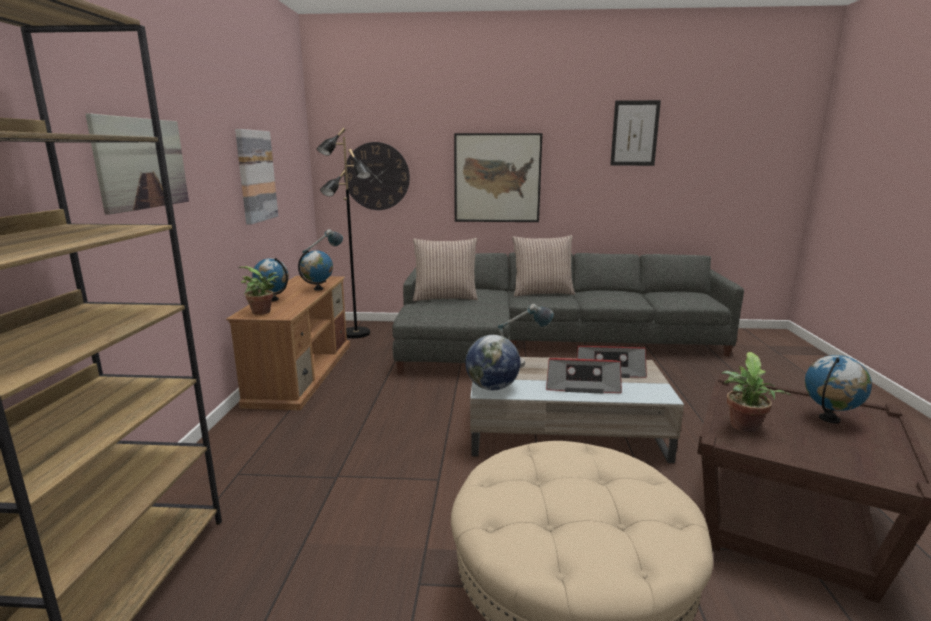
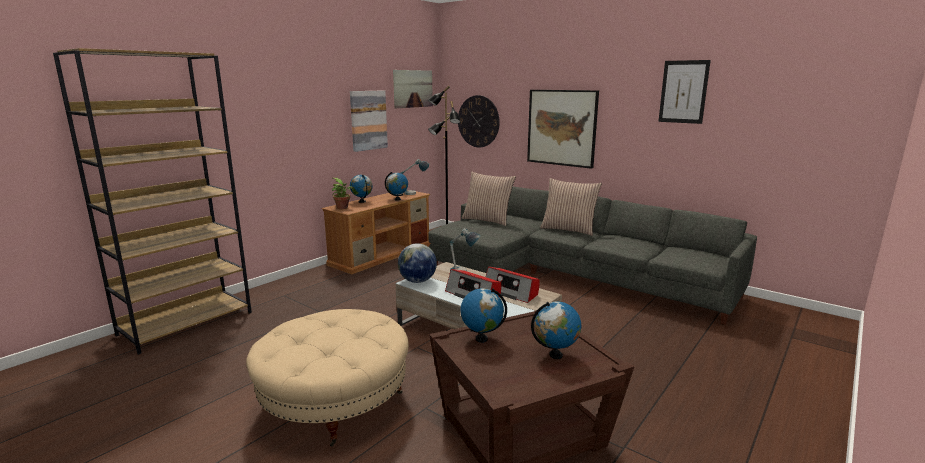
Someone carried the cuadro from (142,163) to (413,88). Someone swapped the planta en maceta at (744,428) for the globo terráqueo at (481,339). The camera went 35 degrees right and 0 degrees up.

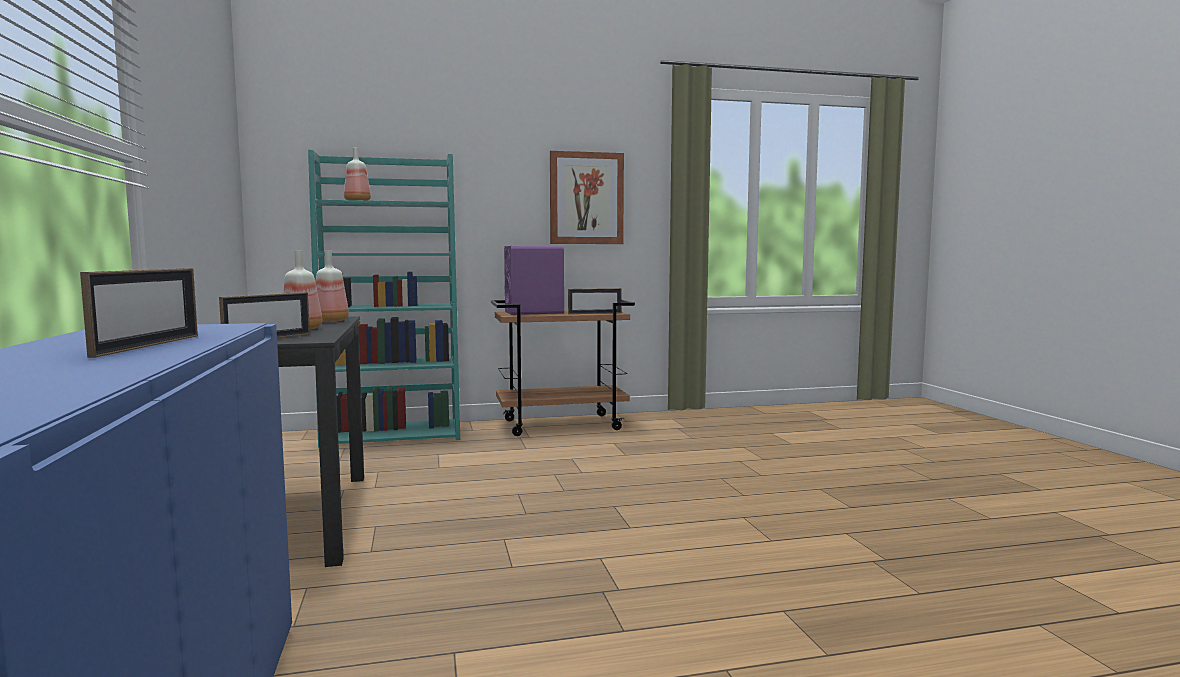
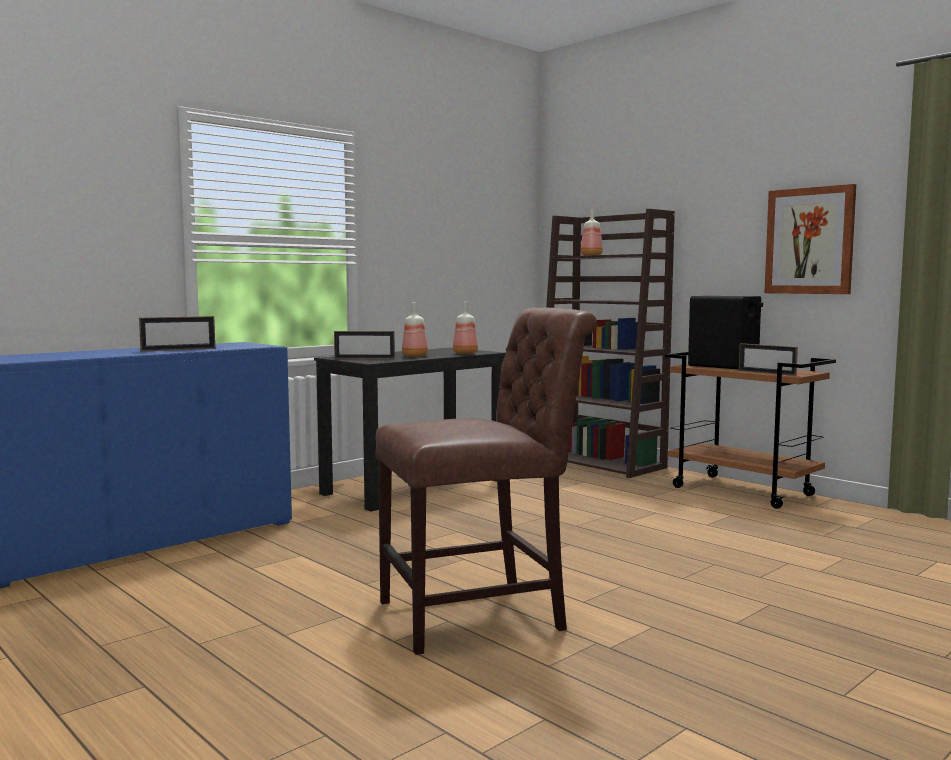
Someone repainted the estantería/turquesa at (393,434), which became the estantería/marrón at (601,463). Someone repainted the altavoz/morado at (534,312), which became the altavoz/negro at (723,366). Someone put down the silla/marrón at (481,614). The camera went 60 degrees right and 0 degrees up.

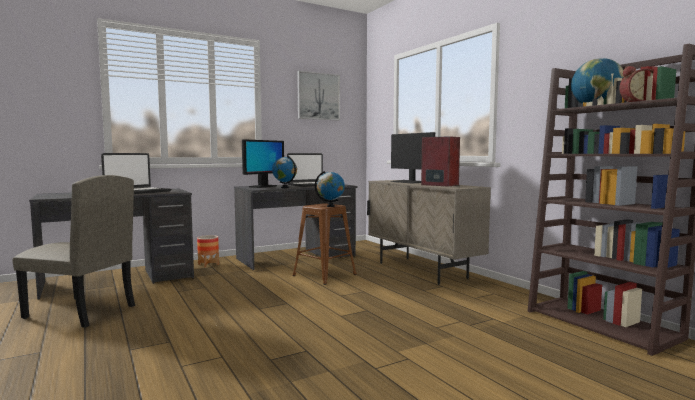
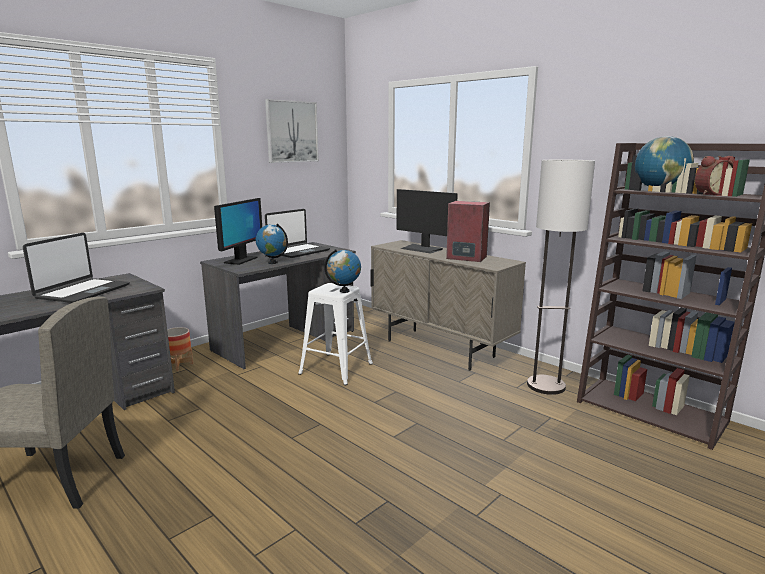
Someone repainted the taburete/marrón at (324,275), which became the taburete/blanco at (336,369). Someone put down the lámpara de pie at (545,386). The camera went 15 degrees left and 10 degrees up.

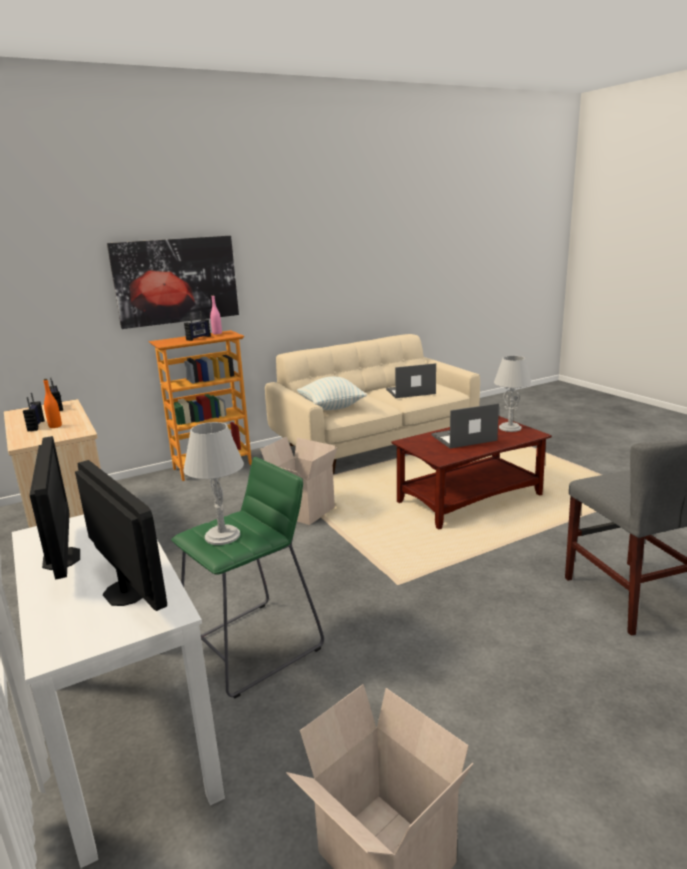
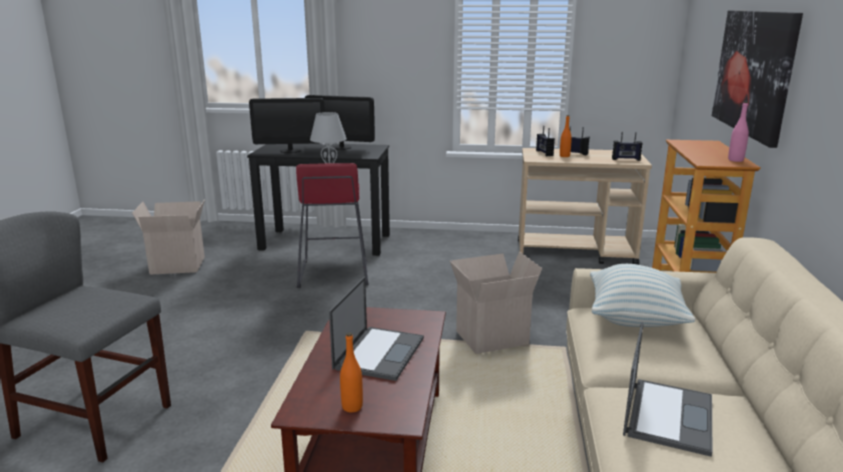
Someone repainted the escritorio/blanco at (127,732), which became the escritorio/negro at (326,242). Someone repainted the taburete/verde at (252,646), which became the taburete/rojo at (333,273). Someone carried the radio from (198,338) to (544,153). Someone swapped the lámpara de mesa/gris at (509,428) for the botella/naranja at (352,407). The camera went 125 degrees right and 0 degrees up.

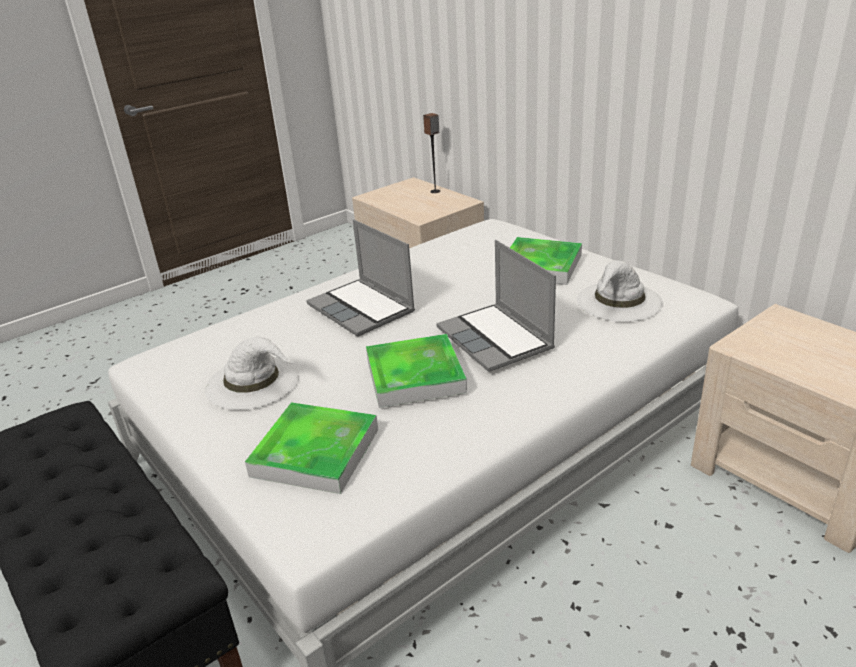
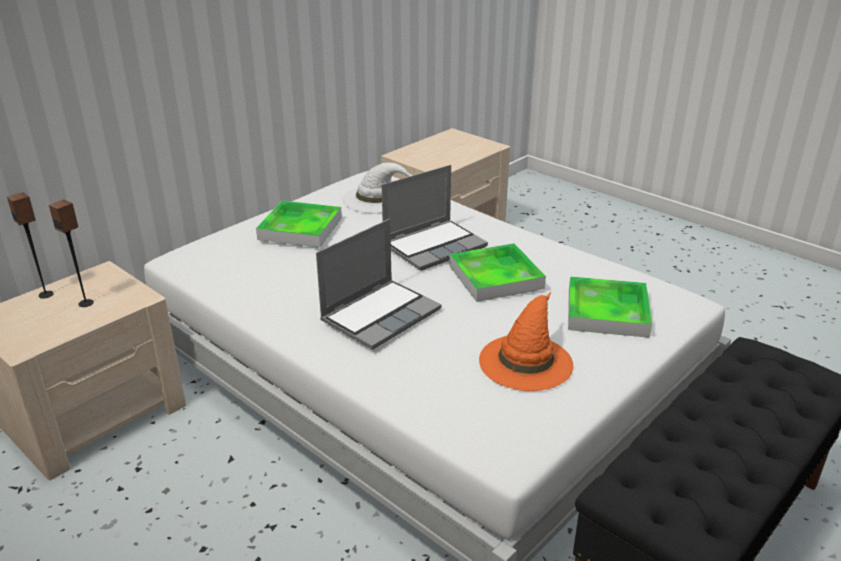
Someone repainted the sombrero/blanco at (254,382), which became the sombrero/naranja at (525,361). Someone put down the altavoz at (86,303). The camera went 100 degrees left and 0 degrees up.

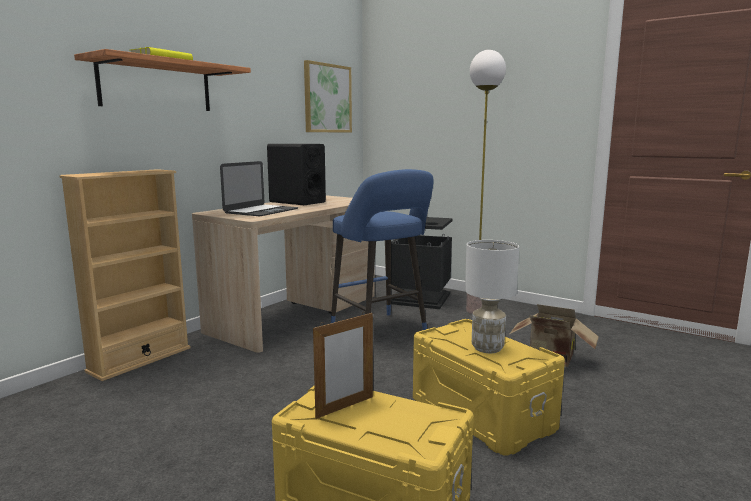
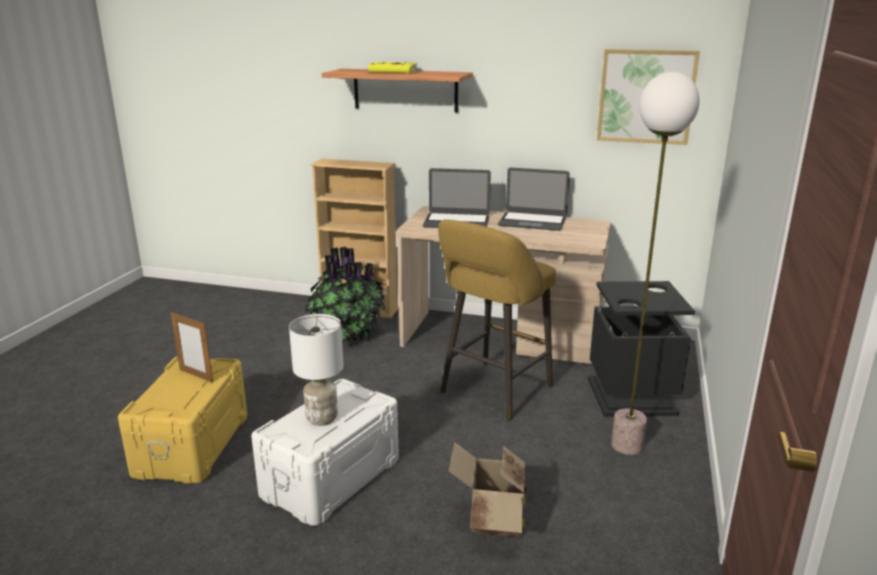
Someone swapped the altavoz/negro at (297,202) for the portátil at (532,221). Someone repainted the taburete/azul at (381,332), which became the taburete/amarillo at (493,392). Someone repainted the caja de almacenaje/amarillo at (482,413), which became the caja de almacenaje/blanco at (332,478). Someone put down the planta en maceta at (346,334). The camera went 70 degrees right and 10 degrees up.

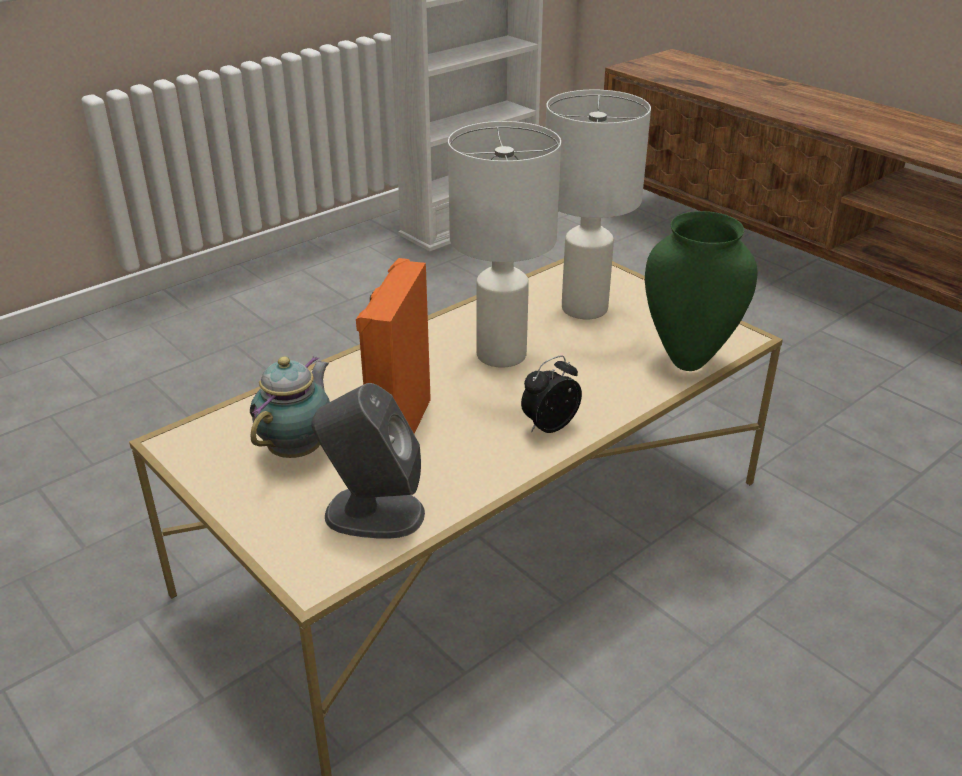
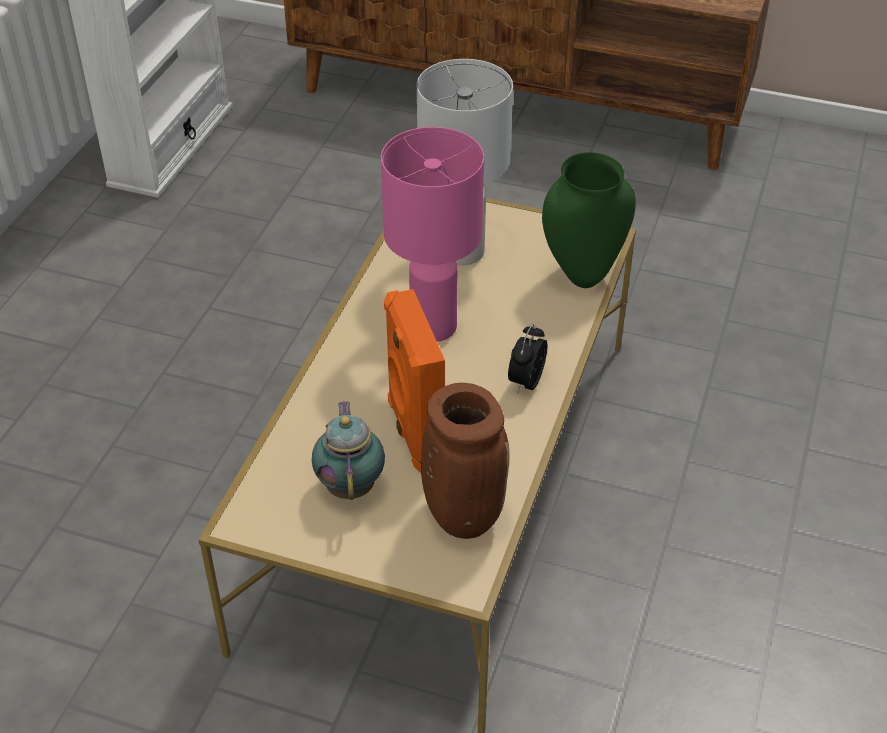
Someone swapped the altavoz/gris at (373,513) for the florero/marrón at (461,514). Someone repainted the lámpara de mesa/blanco at (500,355), which became the lámpara de mesa/rosa at (433,327). The camera went 30 degrees left and 10 degrees up.

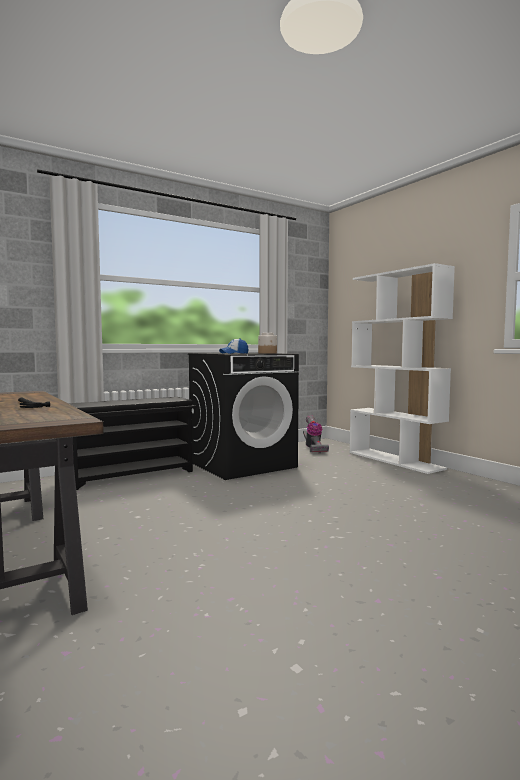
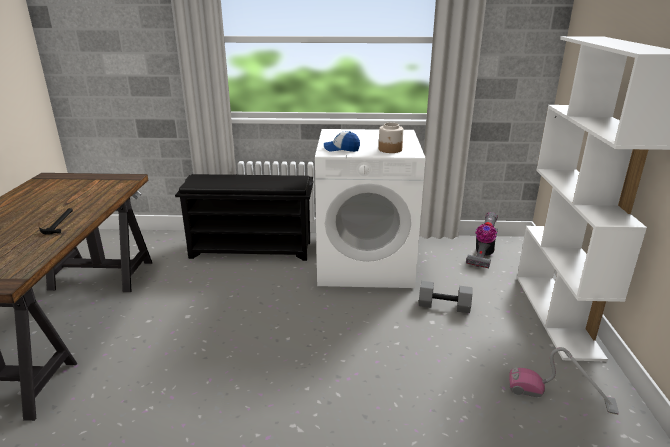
Someone repainted the lavadora/negro at (243,465), which became the lavadora/blanco at (366,264). Someone put down the mancuerna/gris at (444,305). Someone put down the aspiradora at (560,395). The camera went 35 degrees right and 20 degrees up.

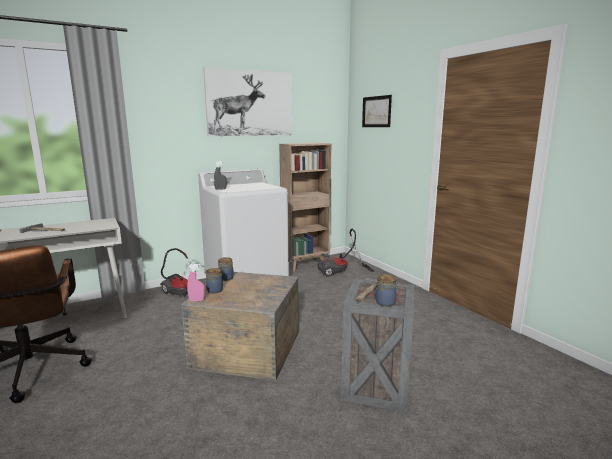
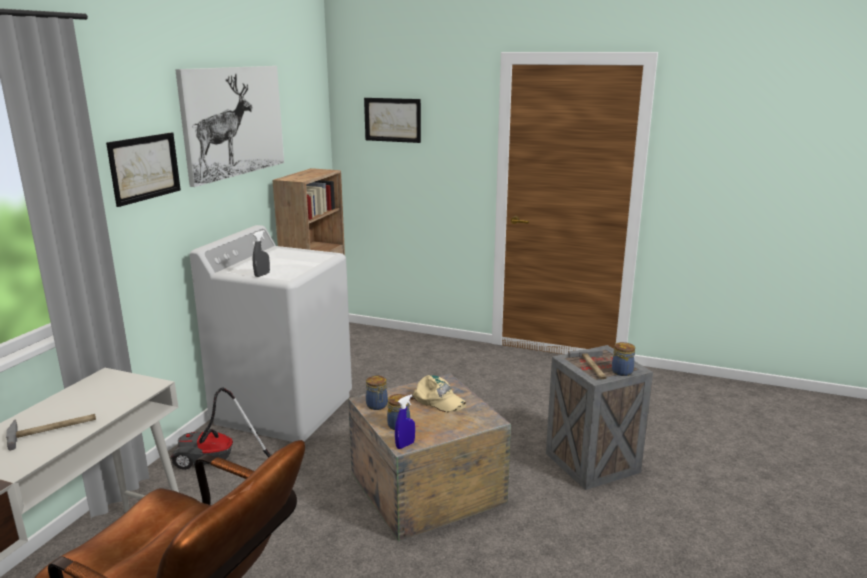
Someone repainted the pulverizador/rosa at (197,300), which became the pulverizador/azul at (405,445). Someone took away the aspiradora at (341,272). Someone put up the cuadro at (145,168). Someone put down the gorra/beis at (438,400). The camera went 40 degrees left and 5 degrees up.

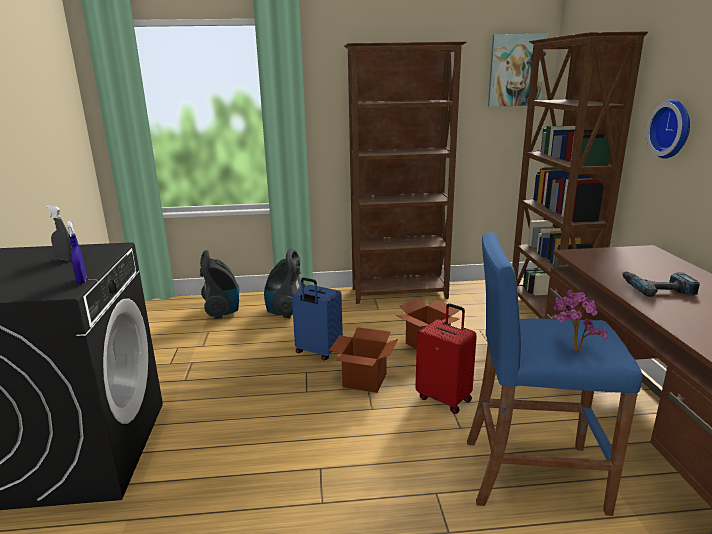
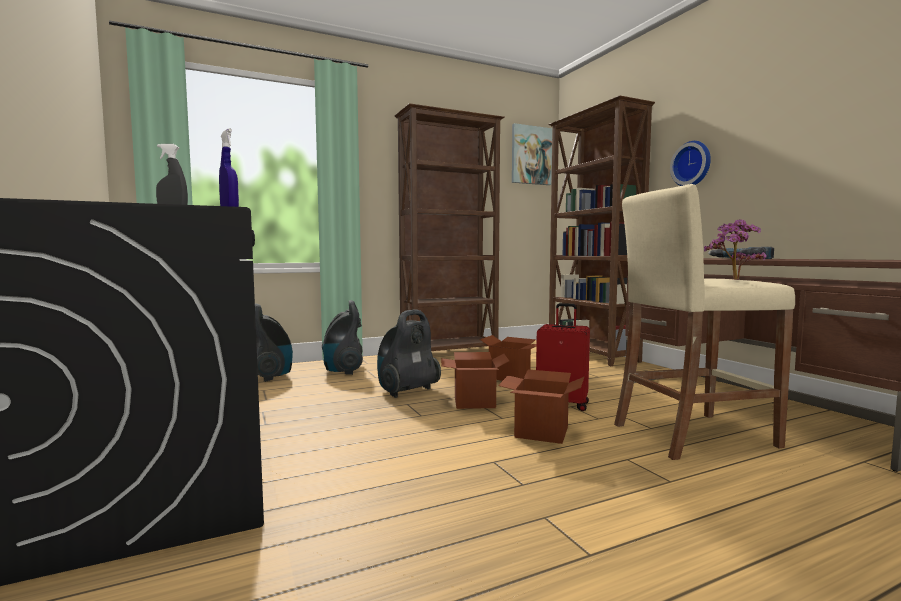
Someone swapped the maleta/azul at (318,352) for the aspiradora at (406,391). Someone repainted the taburete/azul at (532,474), which became the taburete/beis at (692,435). Someone put down the caja de cartón at (541,432). The camera went 20 degrees left and 15 degrees down.

